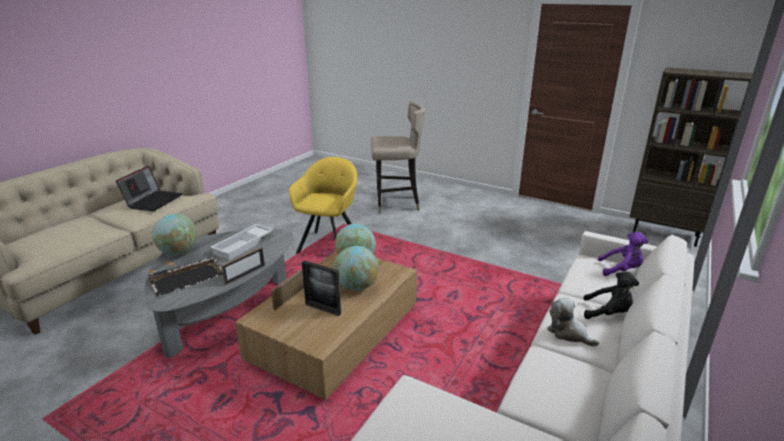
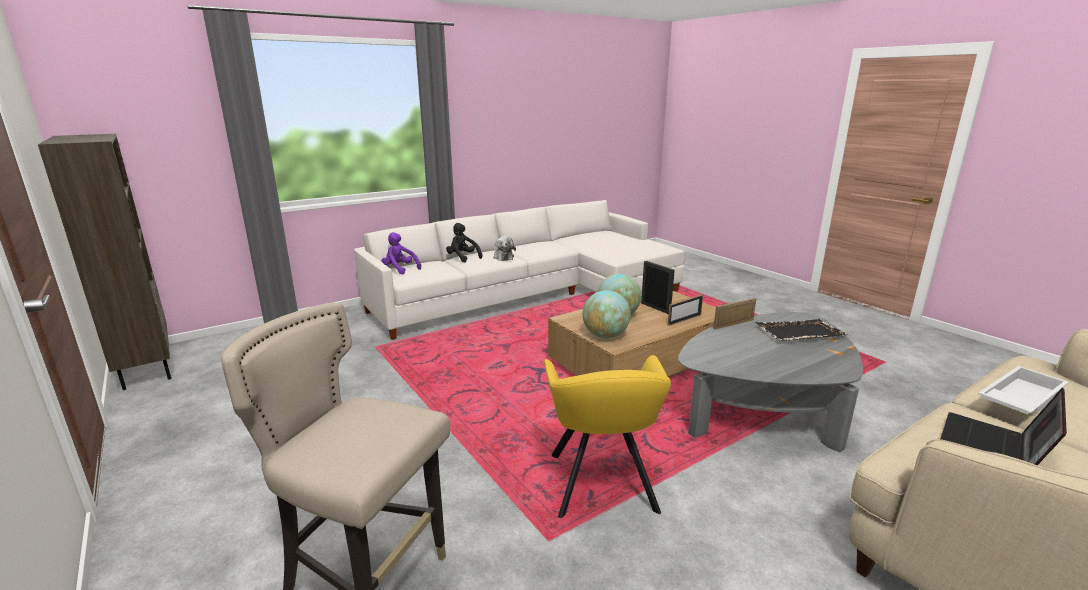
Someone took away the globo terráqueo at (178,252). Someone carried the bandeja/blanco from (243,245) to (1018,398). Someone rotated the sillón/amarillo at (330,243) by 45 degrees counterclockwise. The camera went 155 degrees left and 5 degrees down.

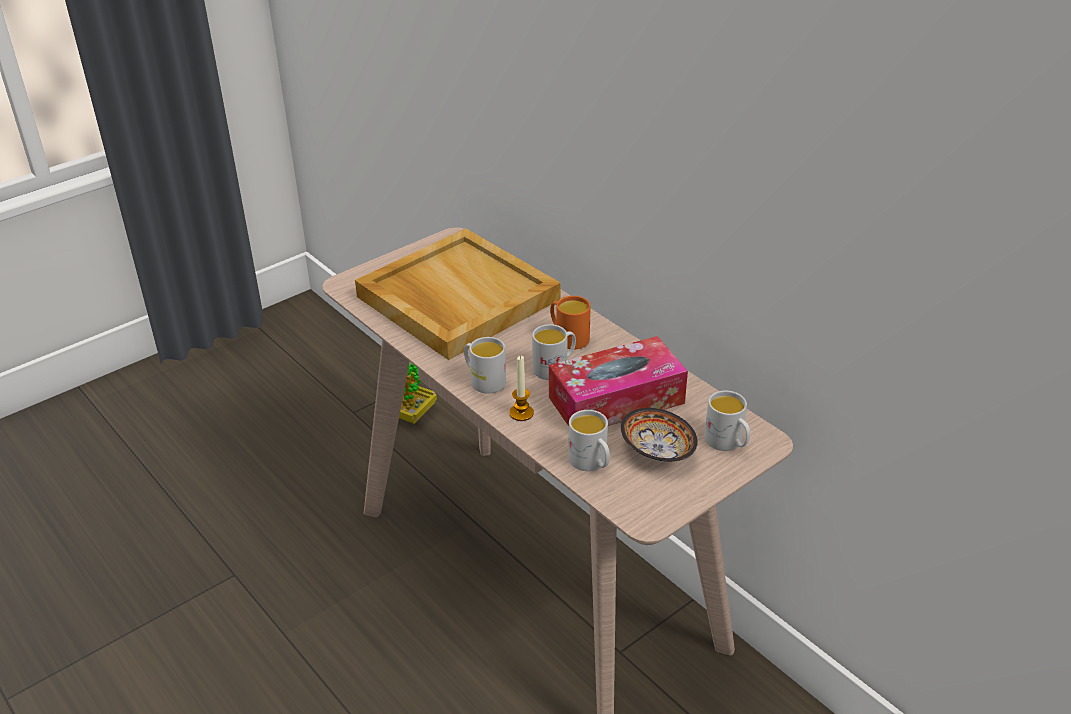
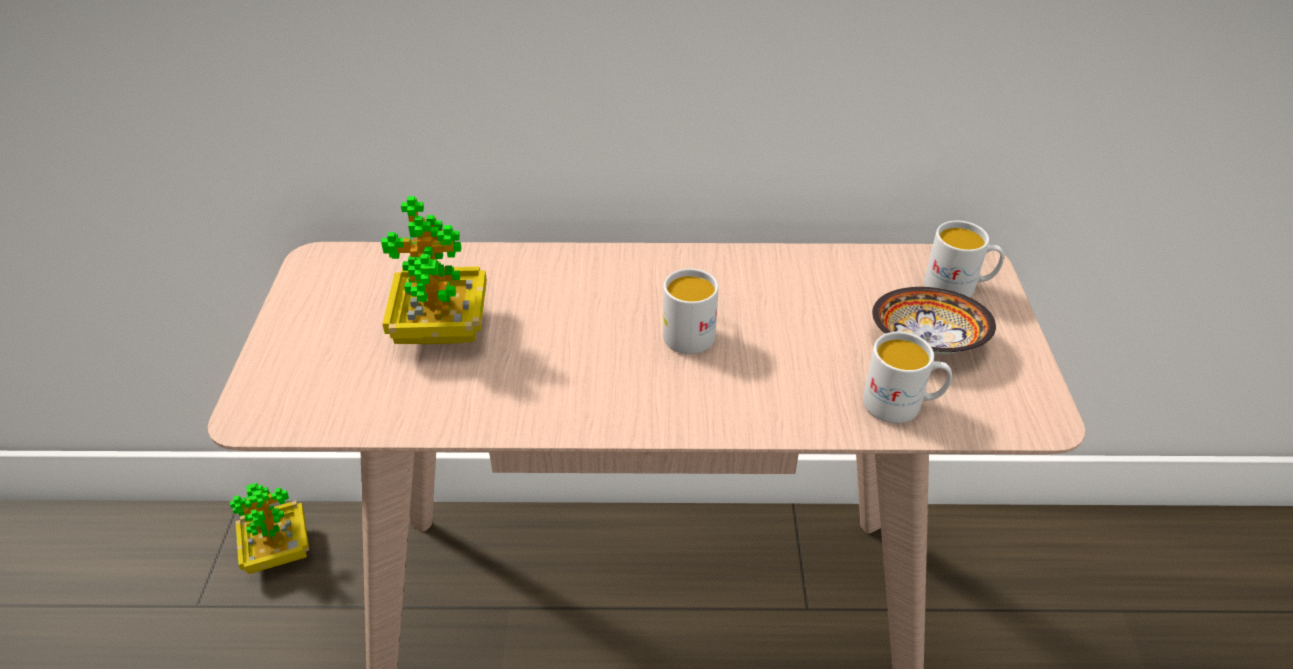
Someone swapped the bandeja/beis at (456,298) for the planta en maceta at (442,330). Someone took away the taza grande/blanco at (483,380). Someone took away the vela at (521,413). Someone took away the caja de pañuelos at (616,400). Someone took away the taza grande/naranja at (568,337). The camera went 50 degrees left and 5 degrees up.

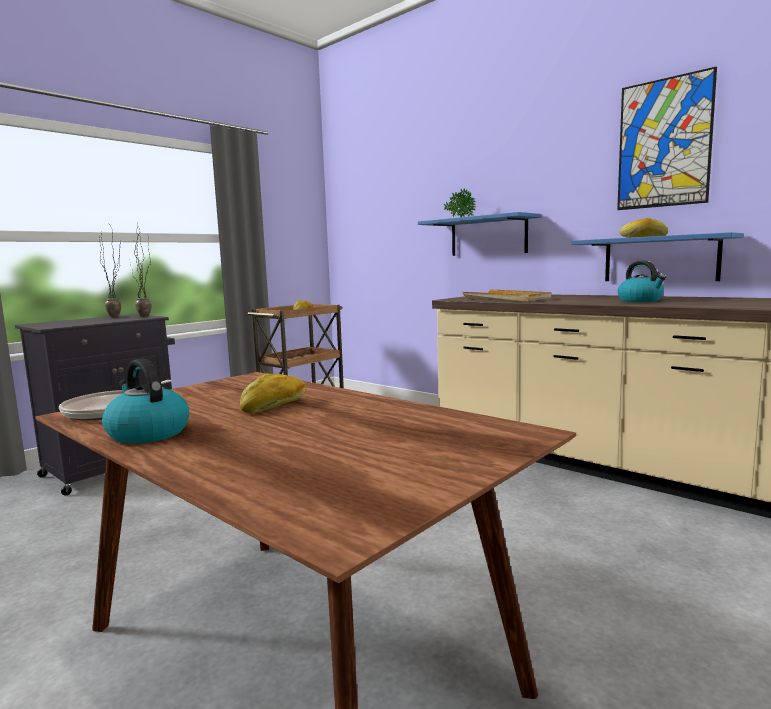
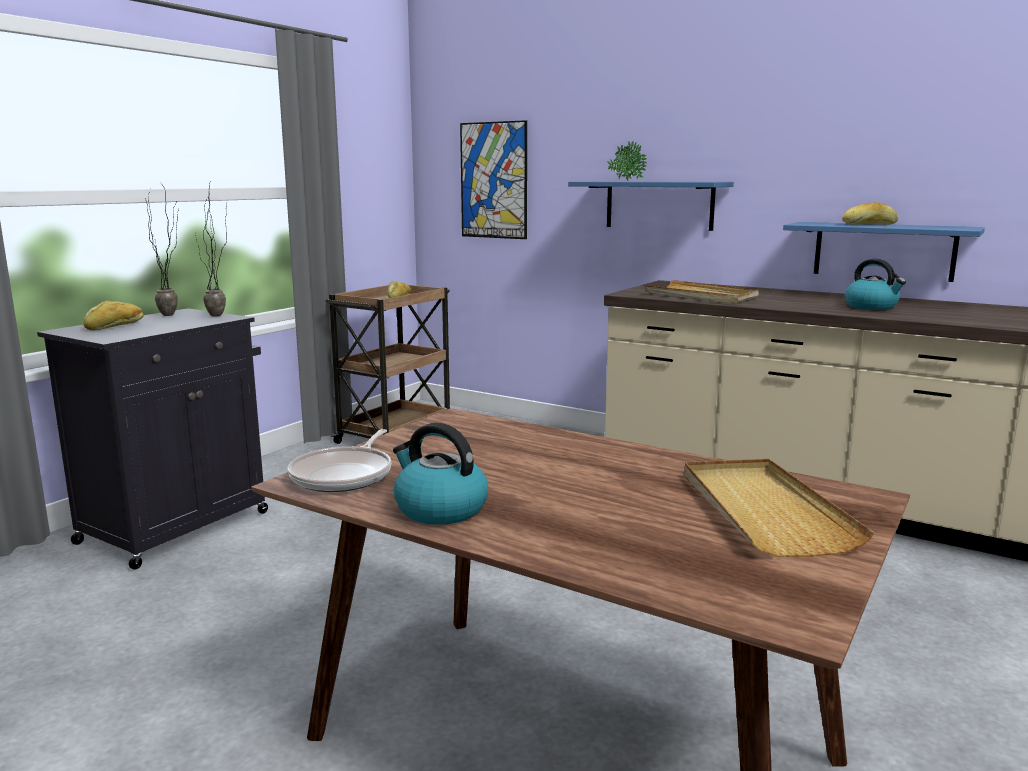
Someone carried the pan from (275,405) to (115,326). Someone carried the cuadro from (664,143) to (493,180). Someone put down the bandeja/beis at (763,510). The camera went 10 degrees left and 5 degrees up.

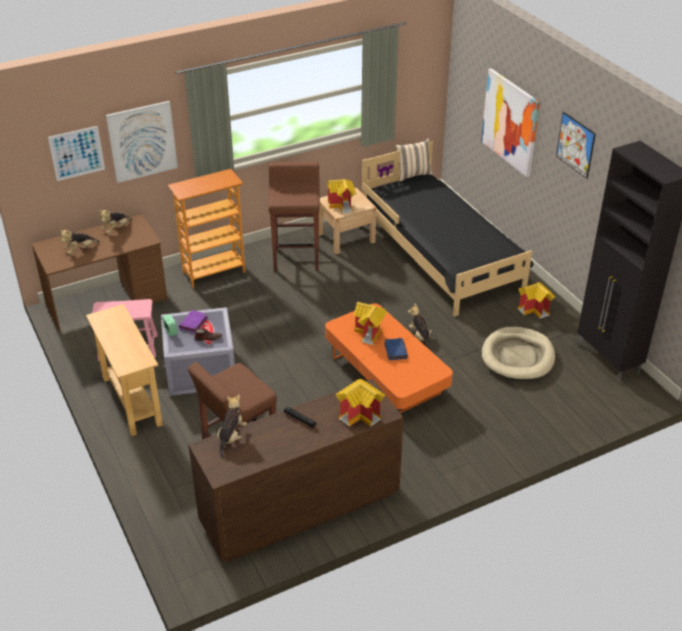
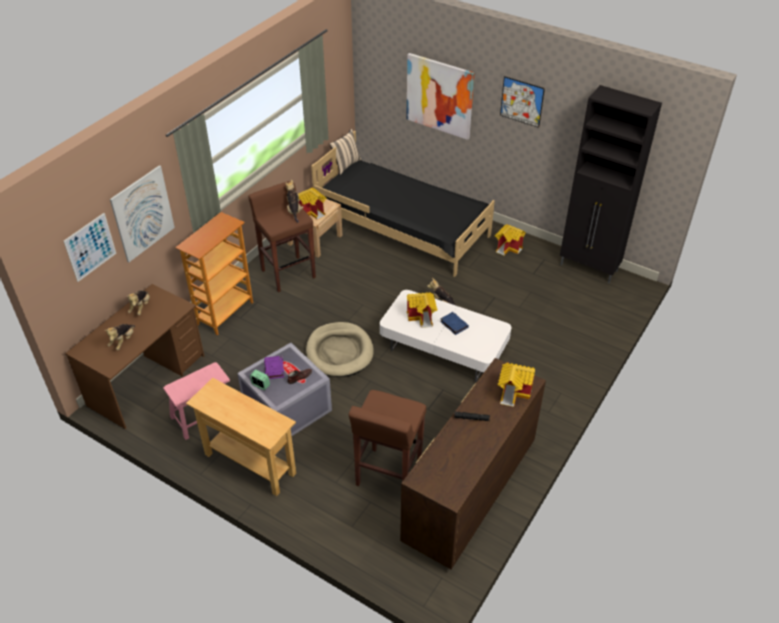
Someone carried the peluche from (231,437) to (294,211). Someone repainted the mesa de centro/naranja at (386,376), which became the mesa de centro/blanco at (443,348). Someone carried the cama para perro/beis from (518,357) to (339,352). The camera went 30 degrees left and 5 degrees up.

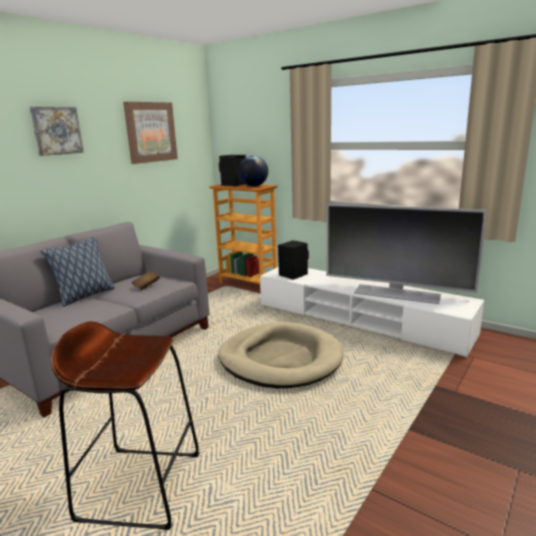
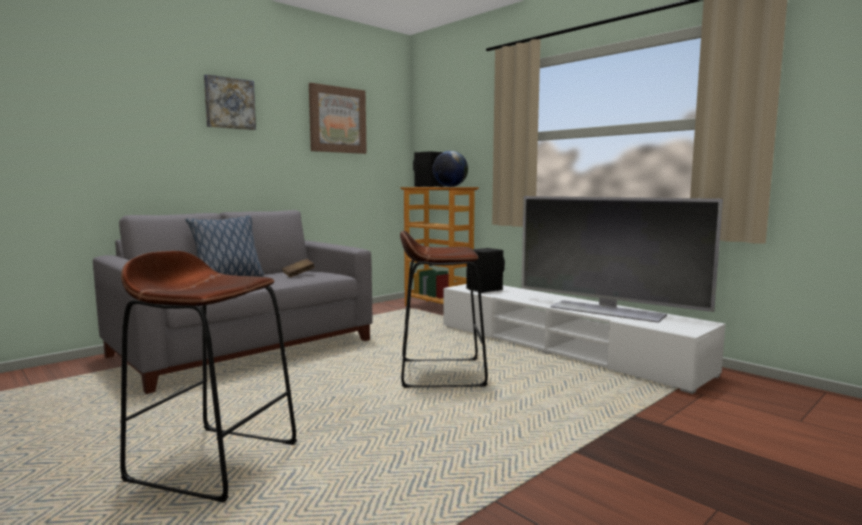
Someone swapped the cama para perro/beis at (280,359) for the taburete/marrón at (441,373). The camera went 10 degrees right and 10 degrees down.

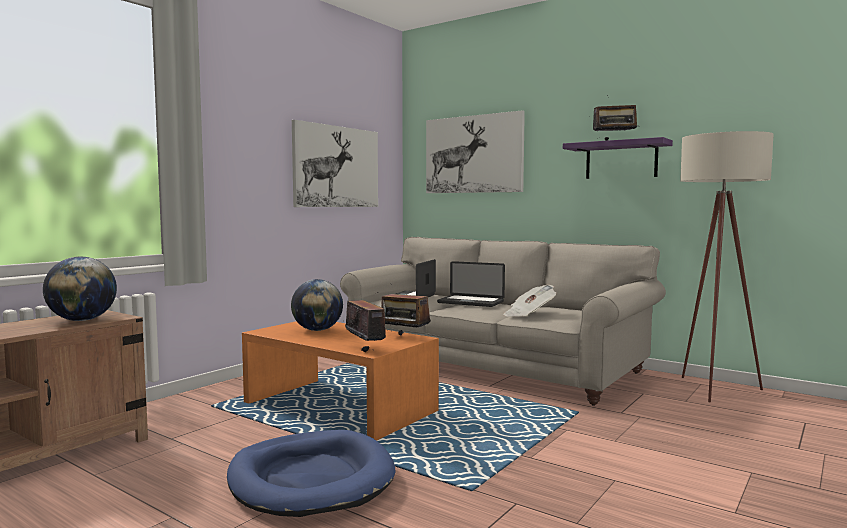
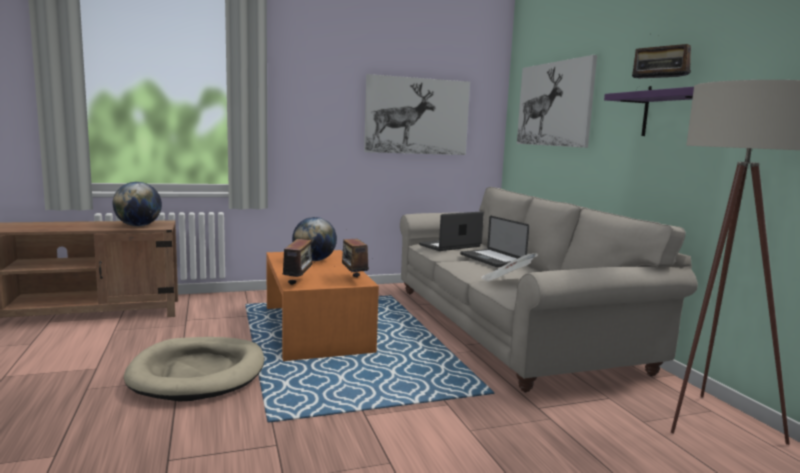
Someone repainted the cama para perro/azul at (311,479), which became the cama para perro/beis at (198,373). The camera went 35 degrees right and 5 degrees up.

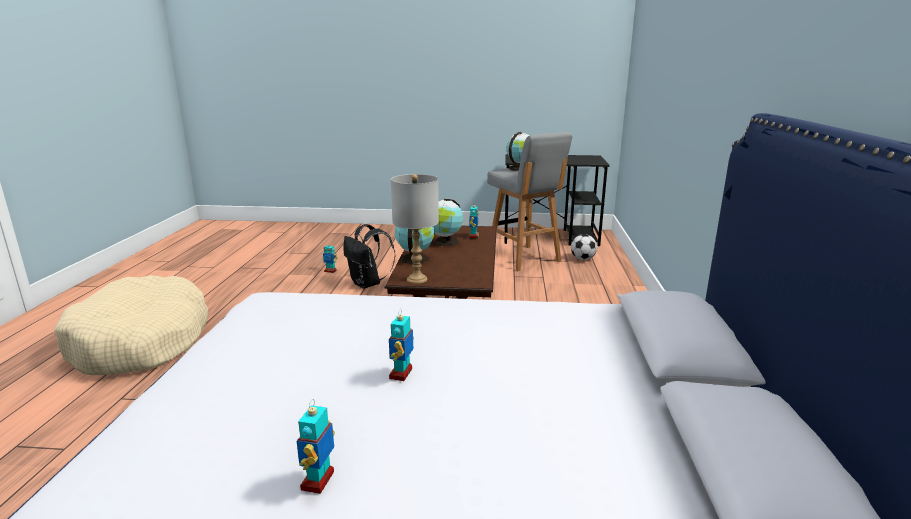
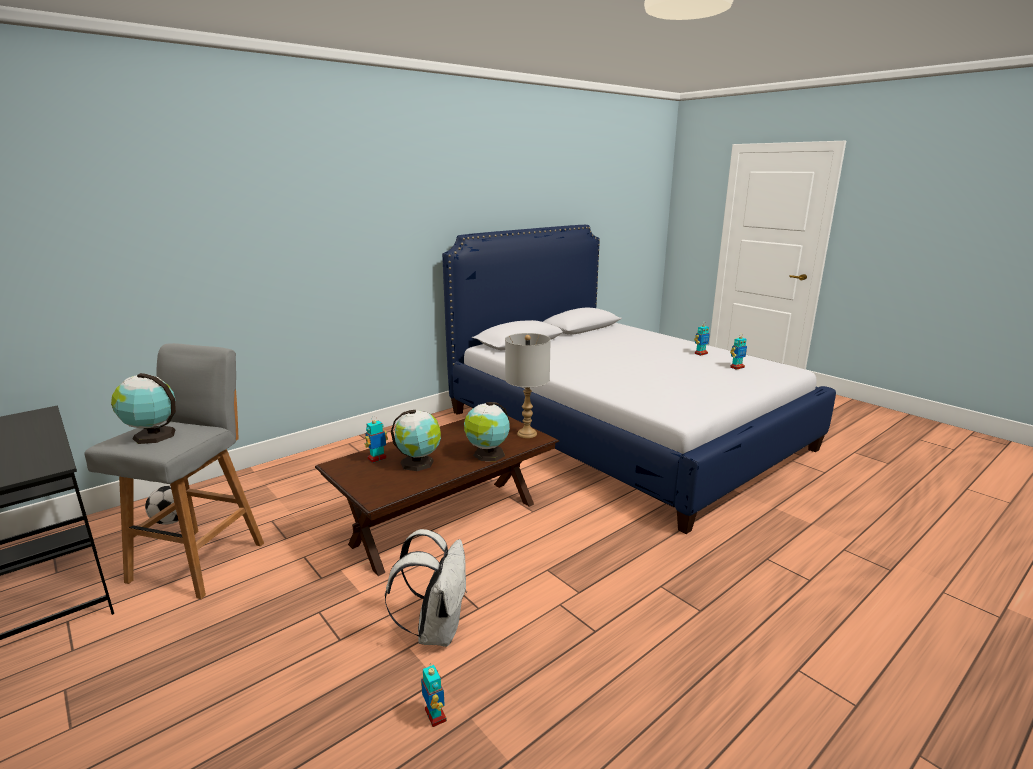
Someone took away the cama para perro/beis at (141,342). Someone repainted the mochila/negro at (368,284), which became the mochila/blanco at (436,629). Someone carried the robot de juguete from (401,374) to (737,367). The camera went 135 degrees left and 0 degrees up.

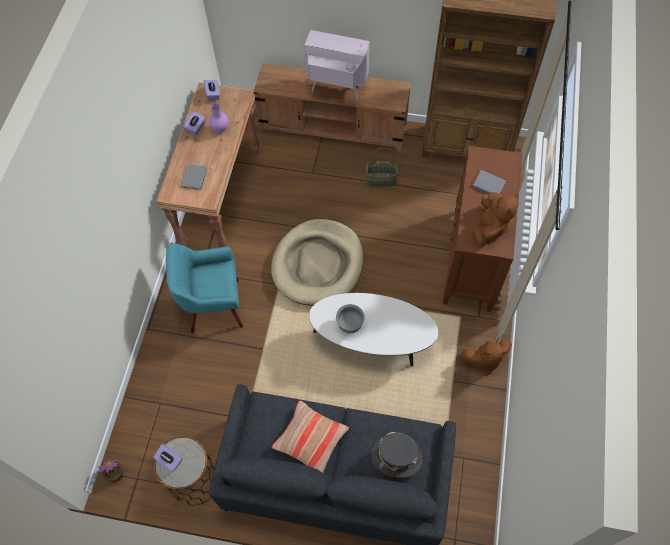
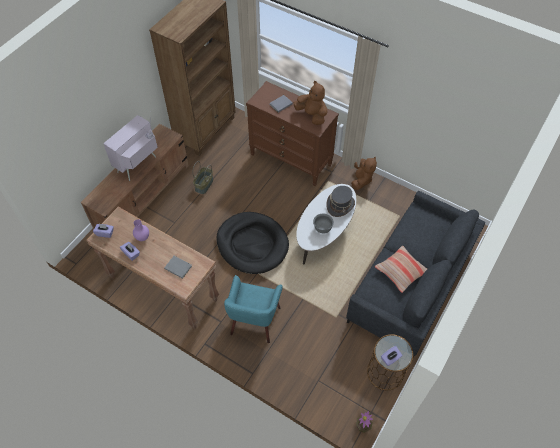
Someone repainted the cama para perro/beis at (318,264), which became the cama para perro/negro at (252,244). Someone carried the sombrero/gris from (396,457) to (340,205). The camera went 70 degrees left and 5 degrees down.

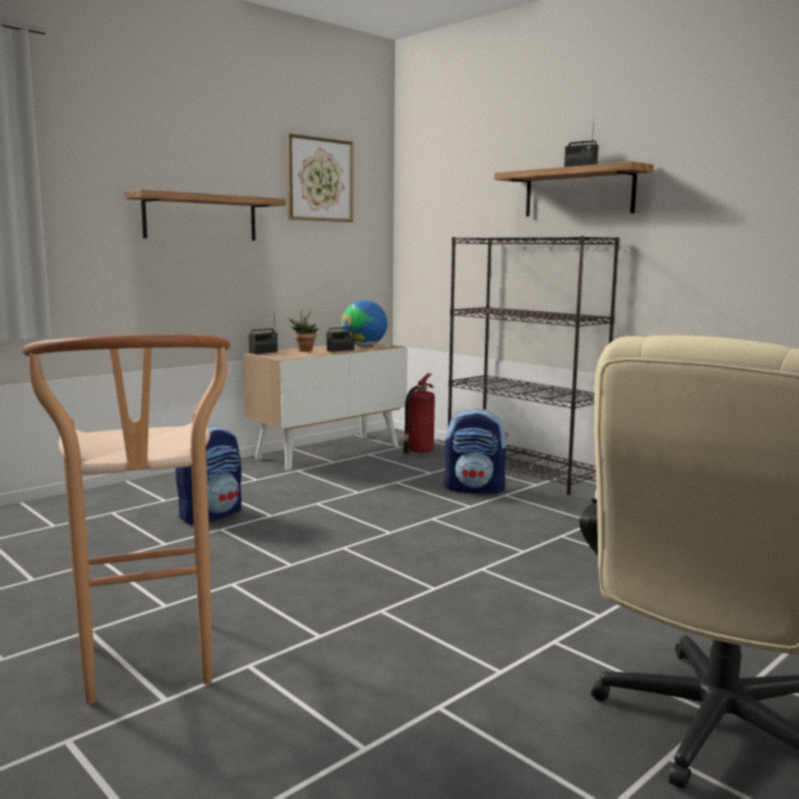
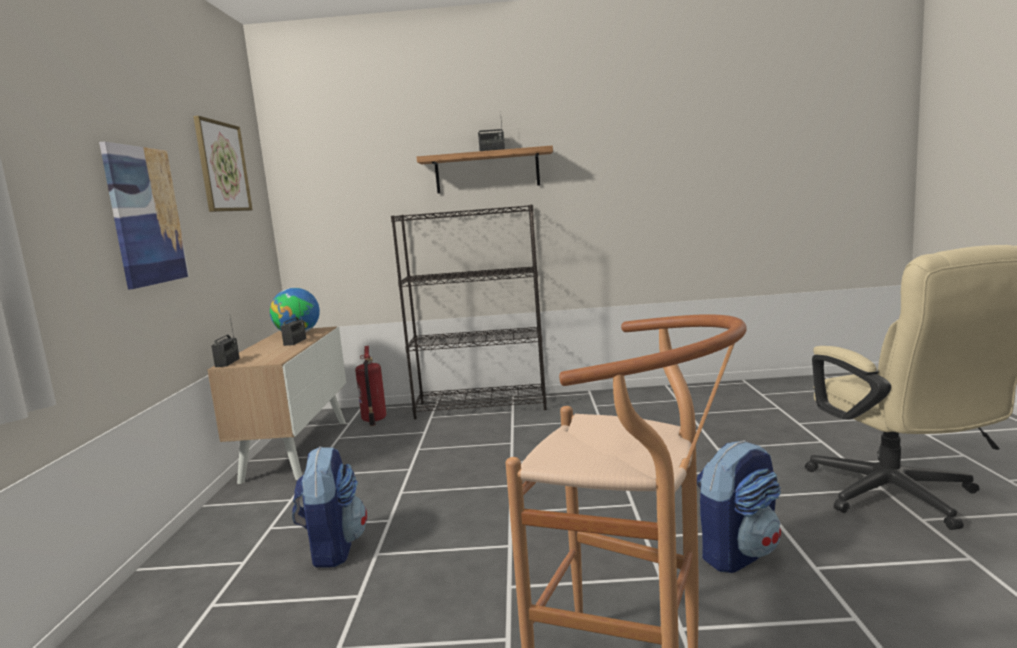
Someone swapped the estante at (201,217) for the cuadro at (145,216). Someone took away the planta en maceta at (304,350). Someone carried the mochila from (475,489) to (738,553). The camera went 45 degrees left and 0 degrees up.

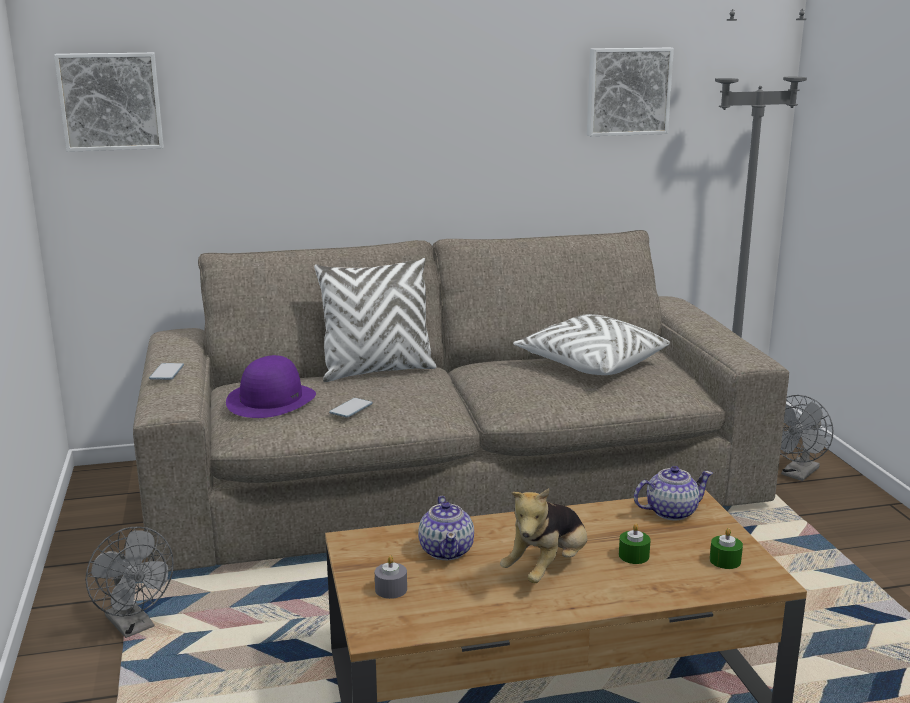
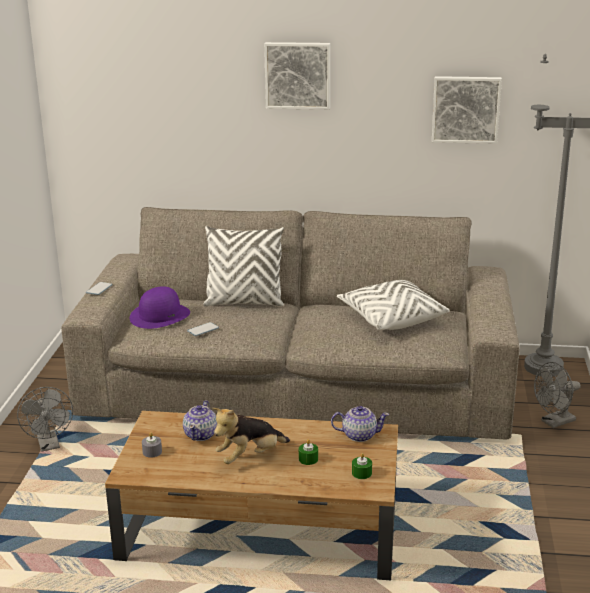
Someone carried the cuadro from (111,101) to (298,75). The camera went 20 degrees right and 5 degrees up.

